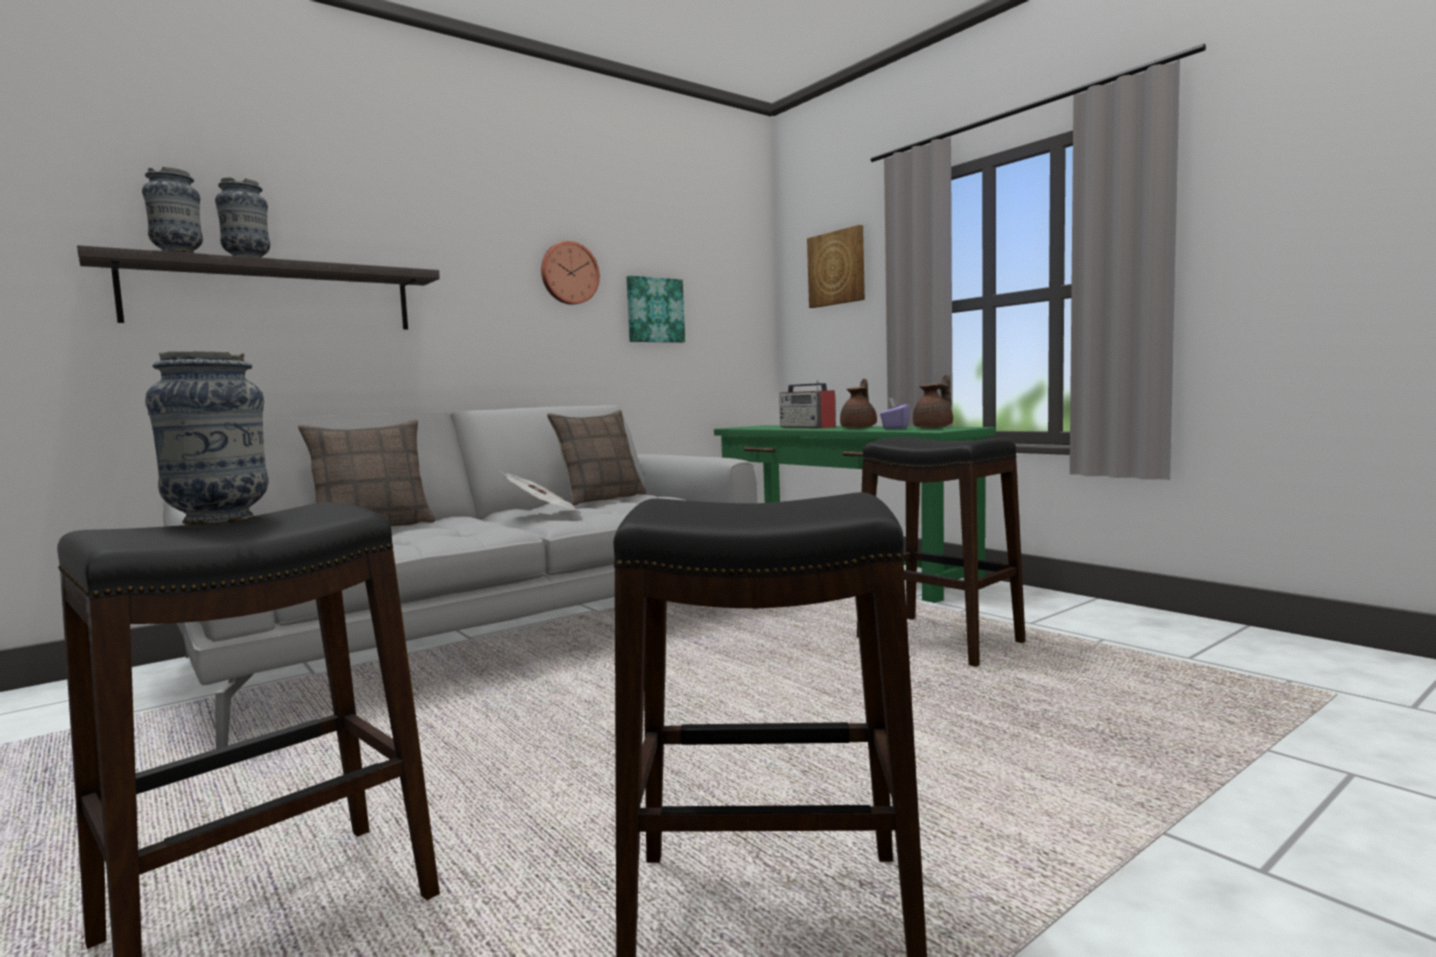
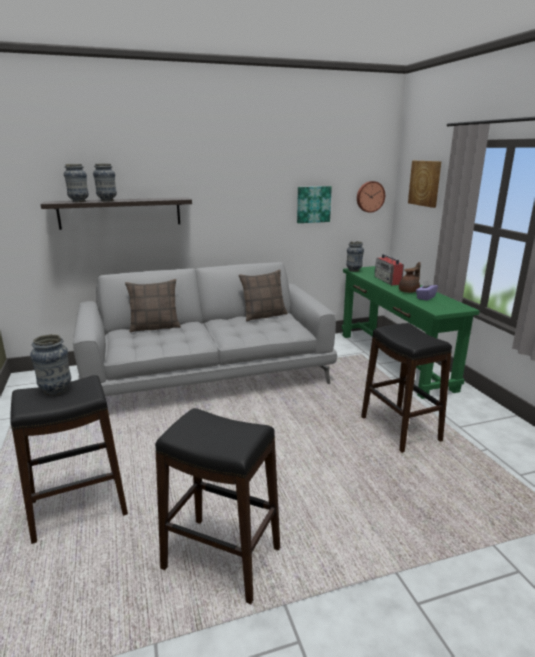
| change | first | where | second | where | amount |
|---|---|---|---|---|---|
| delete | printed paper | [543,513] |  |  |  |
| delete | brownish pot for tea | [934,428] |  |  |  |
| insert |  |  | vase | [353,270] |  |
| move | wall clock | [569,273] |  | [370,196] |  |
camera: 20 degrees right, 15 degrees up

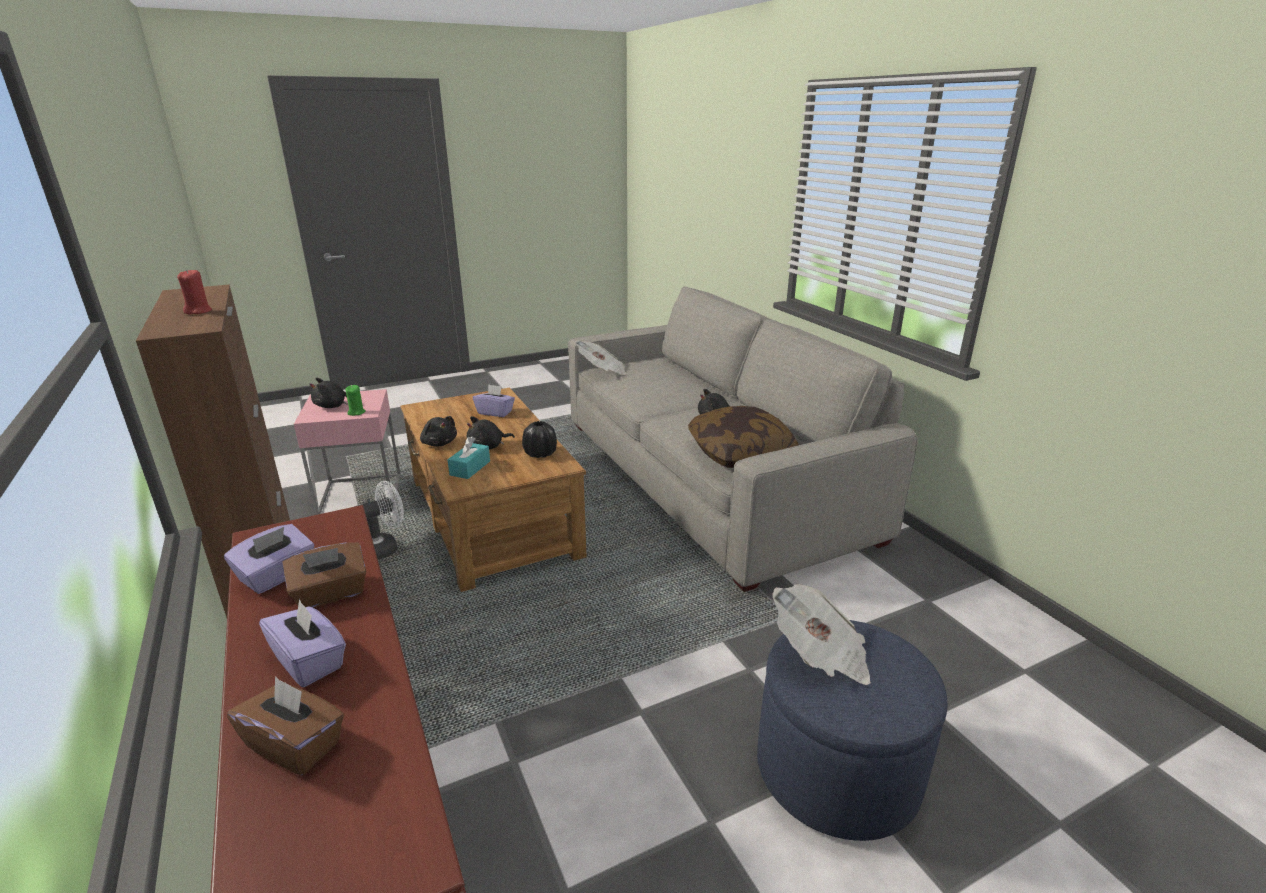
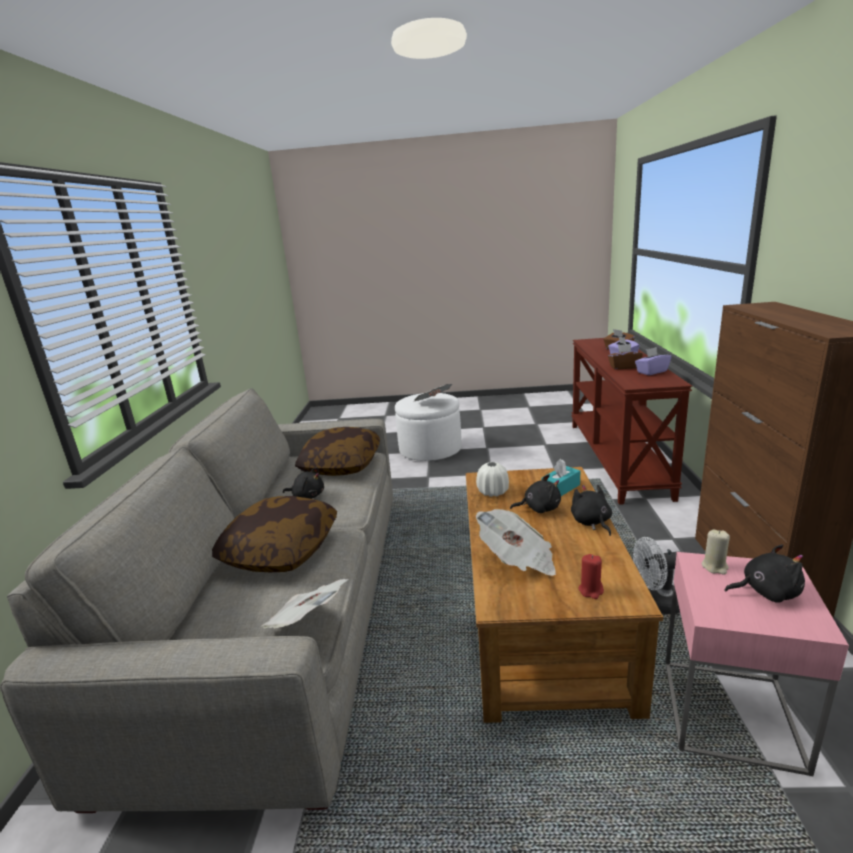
| change | first | where | second | where | amount |
|---|---|---|---|---|---|
| insert |  |  | pillow | [281,550] |  |
| move | reddish wax candle | [198,311] |  | [591,590] |  |
| replace | purplish tissue holder | [495,412] | printed paper | [518,560] |  |
| recolor | green wax candle | [356,412] | sand-coloured wax candle | [715,566] |  |
| recolor | blackish vase | [540,453] | white-coloured vase | [493,492] |  |
| recolor | blue-coloured ottoman | [837,769] | white-coloured ottoman | [430,449] |  |
camera: 150 degrees left, 5 degrees down

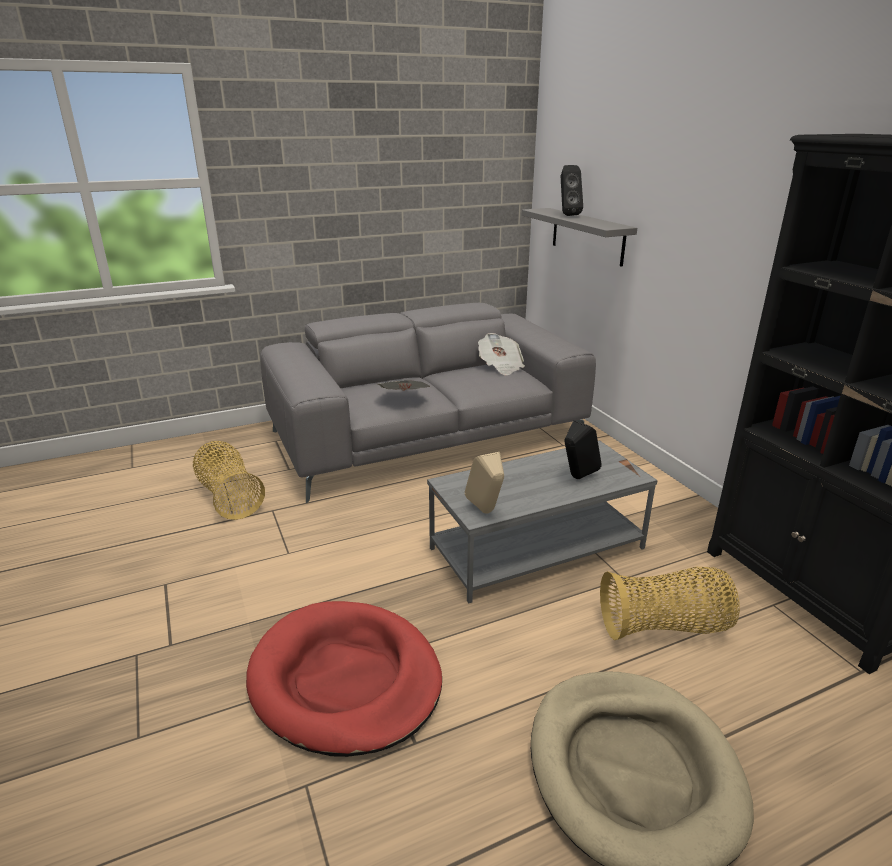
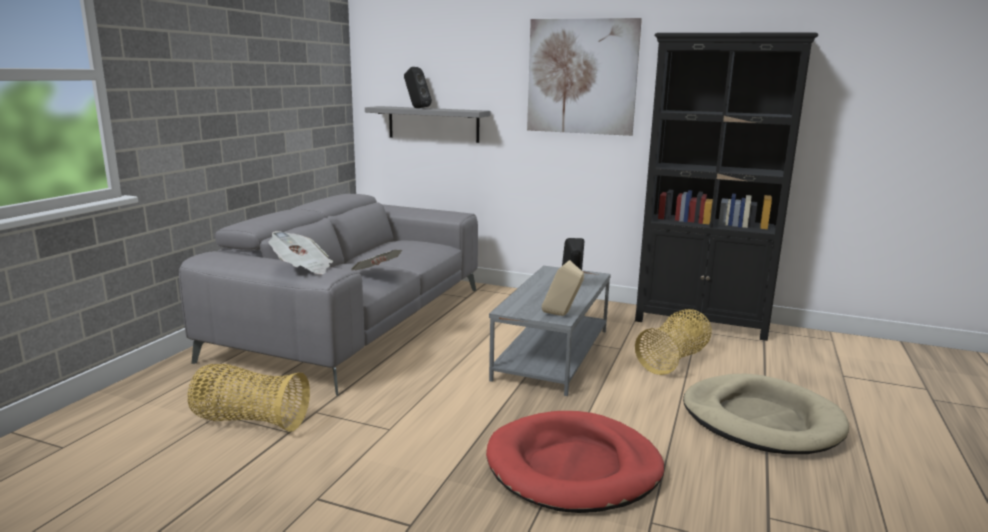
| change | first | where | second | where | amount |
|---|---|---|---|---|---|
| insert |  |  | wall art | [581,77] |  |
| move | printed paper | [500,366] |  | [302,268] |  |
camera: 45 degrees left, 10 degrees down

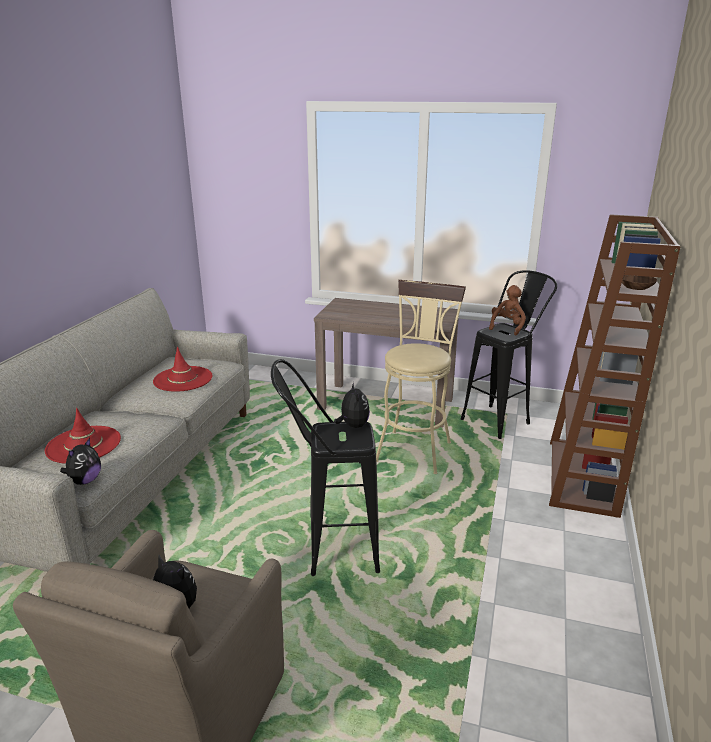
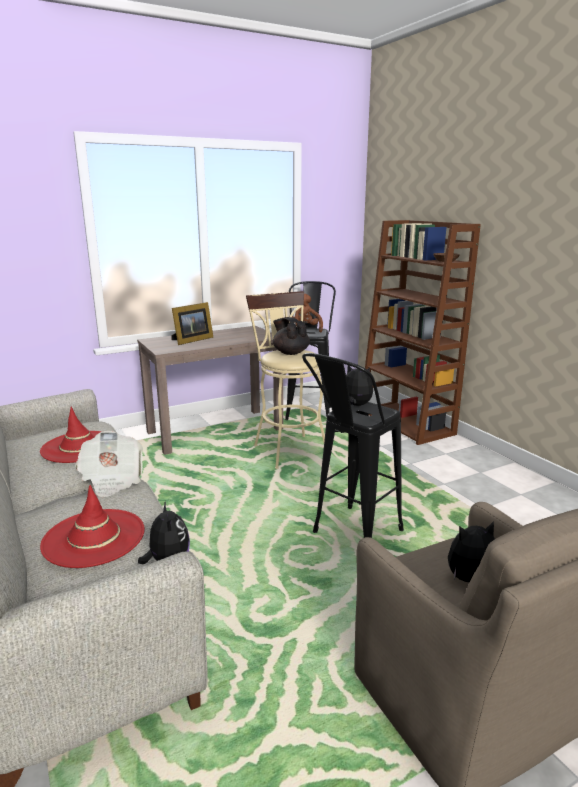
| change | first | where | second | where | amount |
|---|---|---|---|---|---|
| insert |  |  | printed paper | [112,479] |  |
| insert |  |  | standing frame | [191,340] |  |
| insert |  |  | blackish pot for tea | [290,353] |  |
camera: 45 degrees left, 5 degrees down

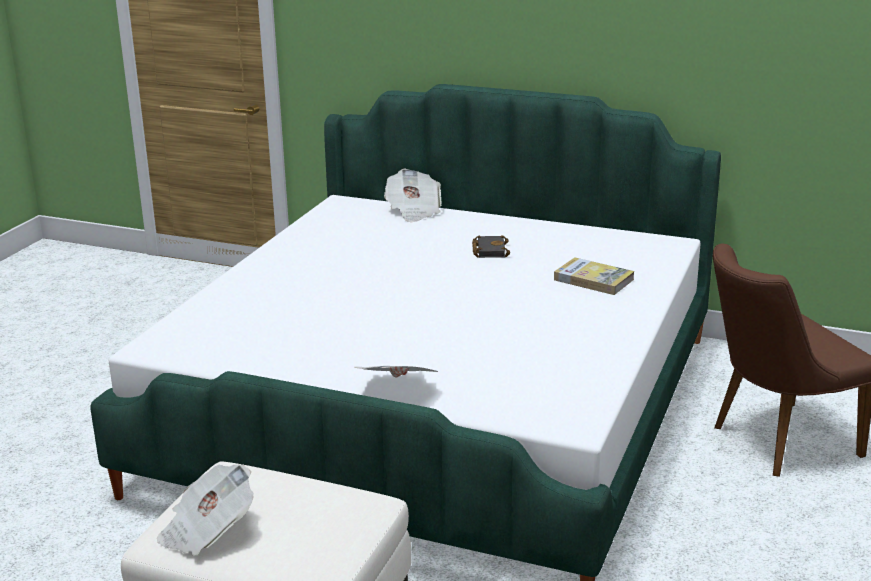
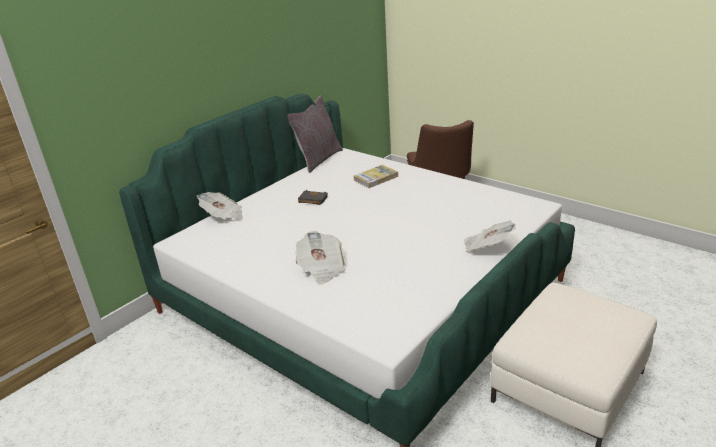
| change | first | where | second | where | amount |
|---|---|---|---|---|---|
| insert |  |  | gray pillow | [318,159] |  |
| move | printed paper | [207,531] |  | [321,269] |  |
camera: 70 degrees left, 5 degrees up

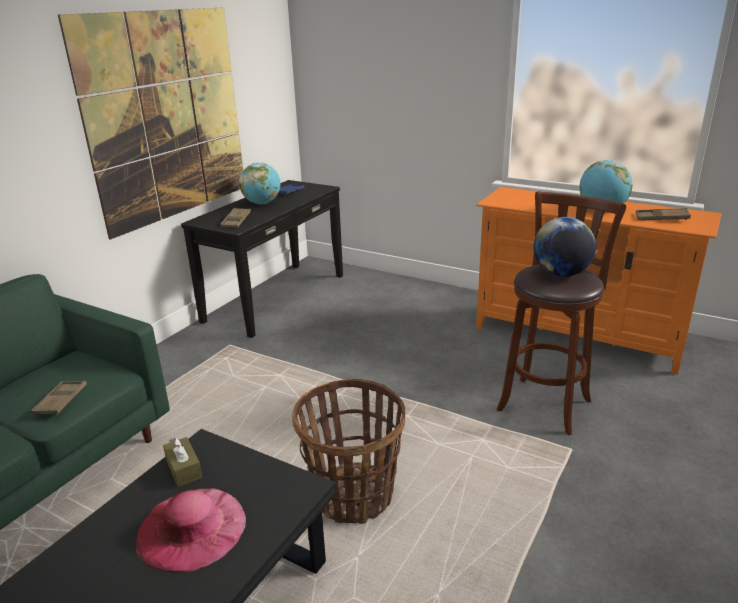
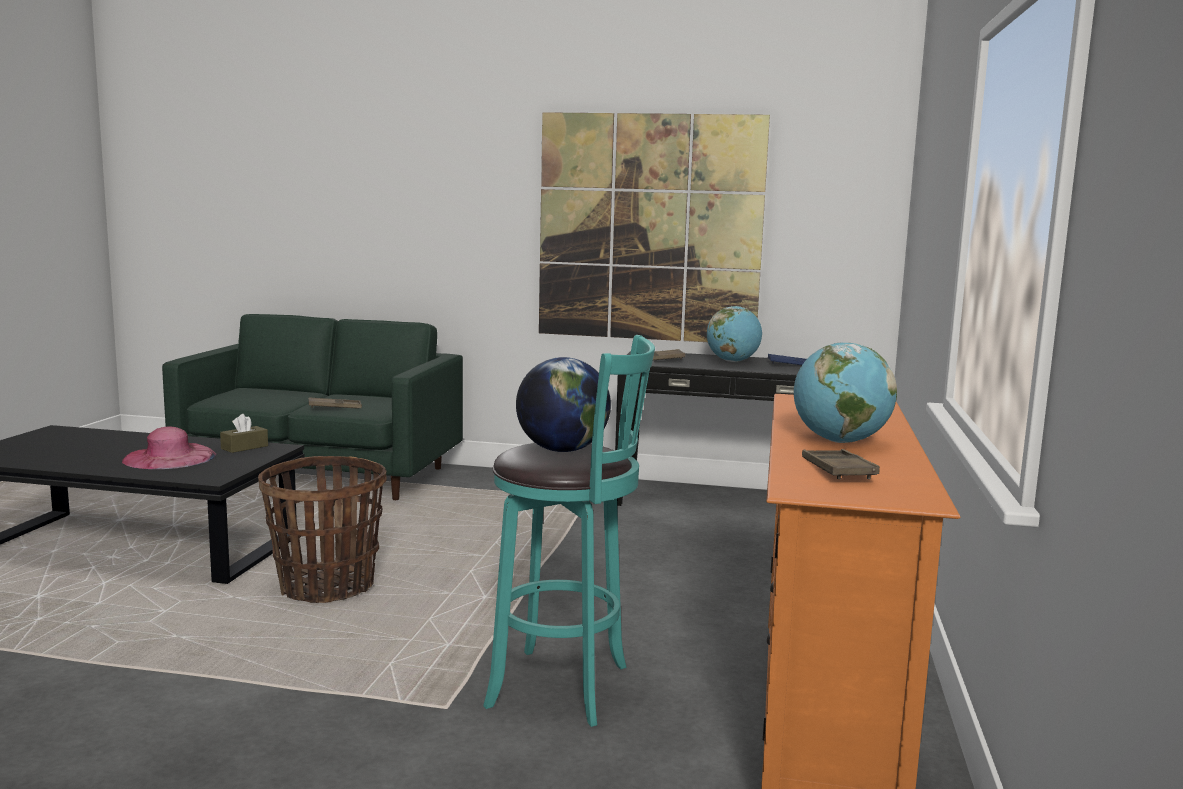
| change | first | where | second | where | amount |
|---|---|---|---|---|---|
| recolor | brownish sitting stool | [545,402] | blue-green sitting stool | [566,687] |  |
camera: 70 degrees right, 15 degrees down

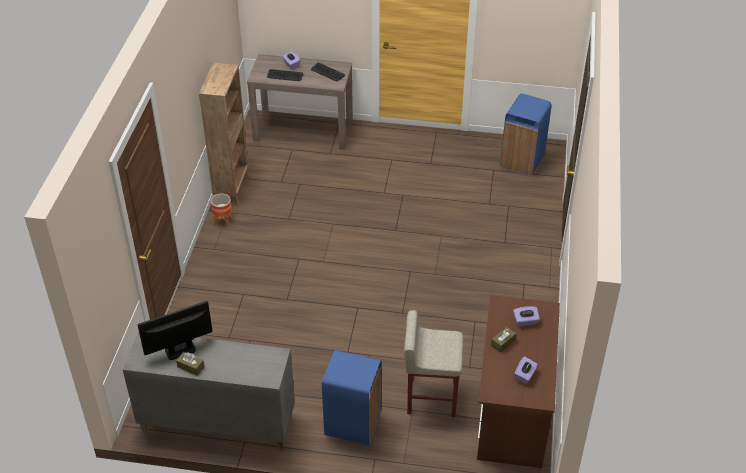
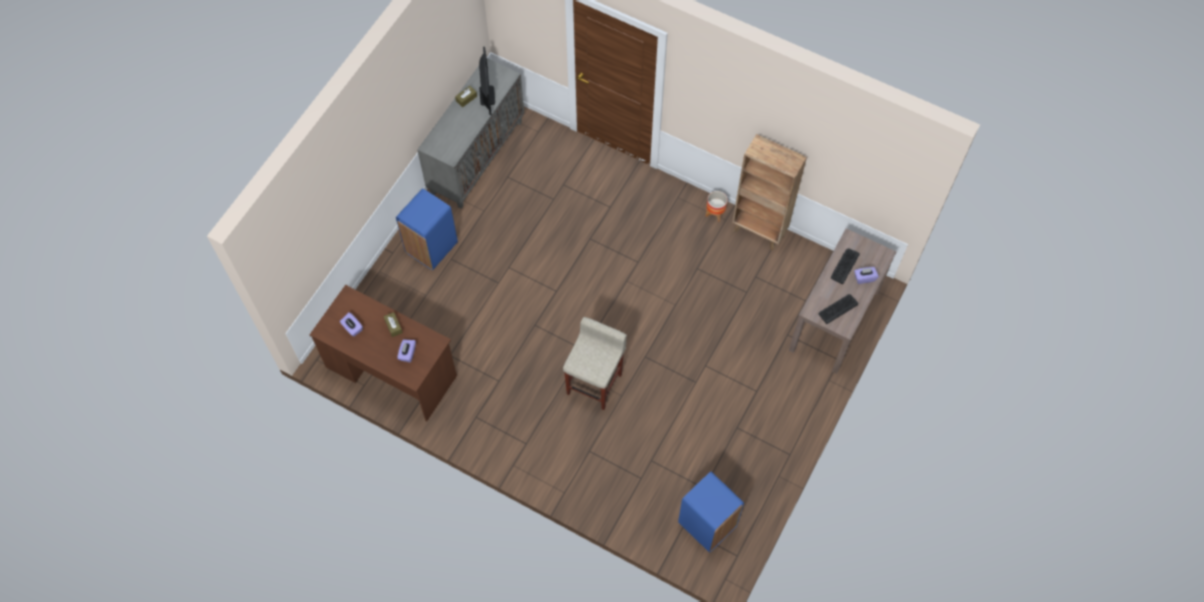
| change | first | where | second | where | amount |
|---|---|---|---|---|---|
| move | sand-coloured sitting stool | [431,397] |  | [595,383] |  |
camera: 110 degrees right, 20 degrees up

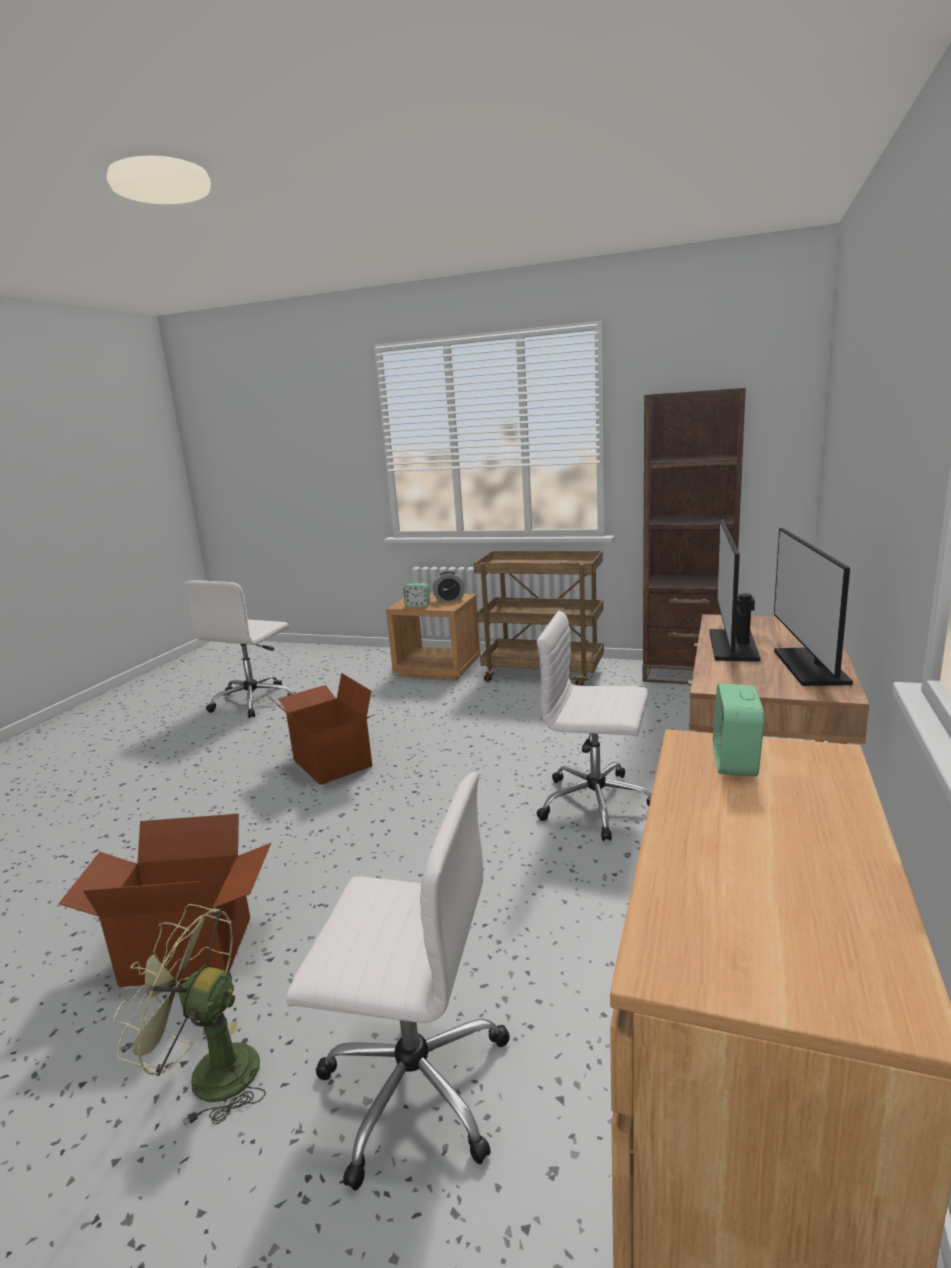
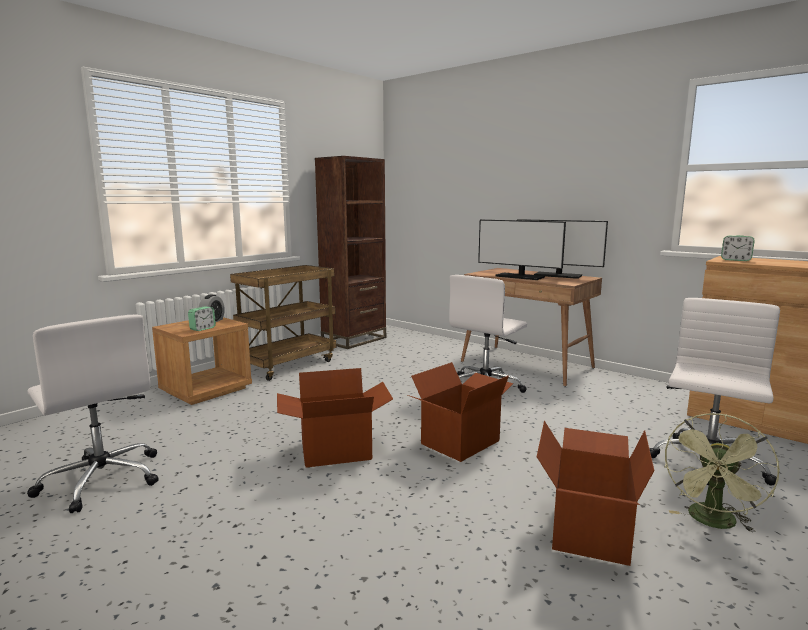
| change | first | where | second | where | amount |
|---|---|---|---|---|---|
| insert |  |  | packing box | [459,442] |  |
camera: 70 degrees left, 5 degrees down

